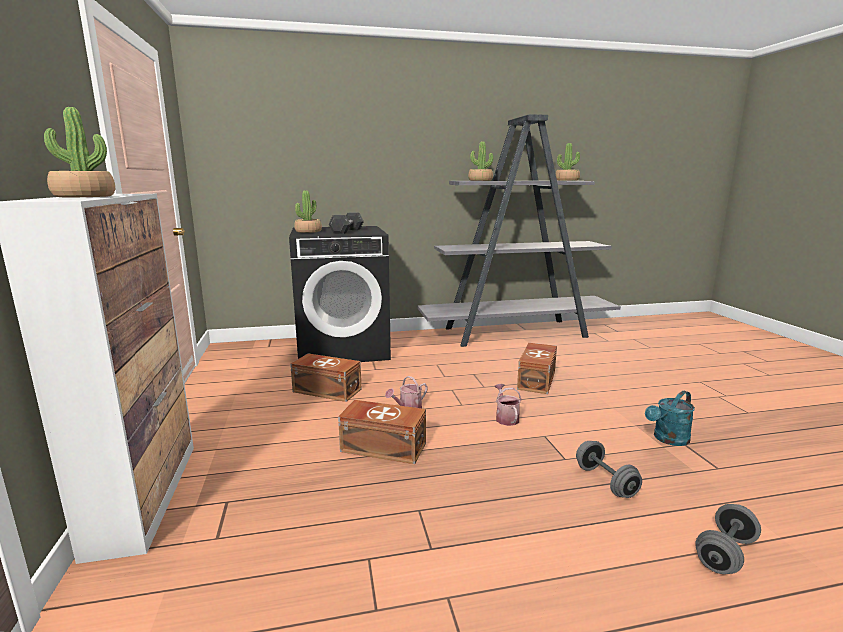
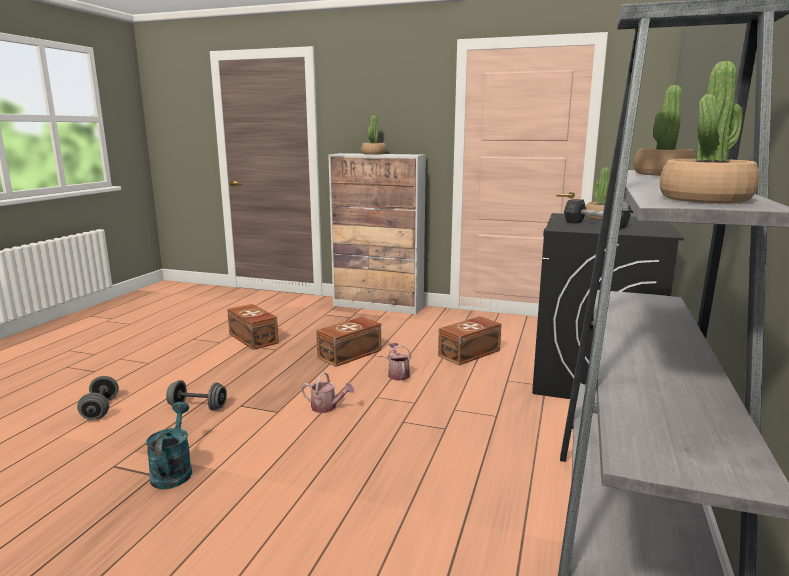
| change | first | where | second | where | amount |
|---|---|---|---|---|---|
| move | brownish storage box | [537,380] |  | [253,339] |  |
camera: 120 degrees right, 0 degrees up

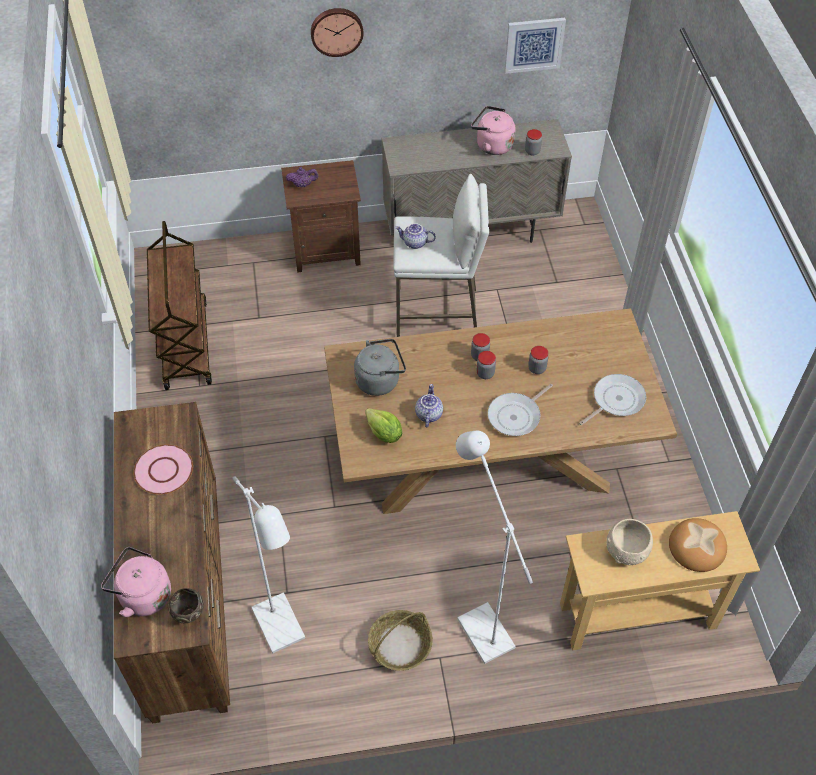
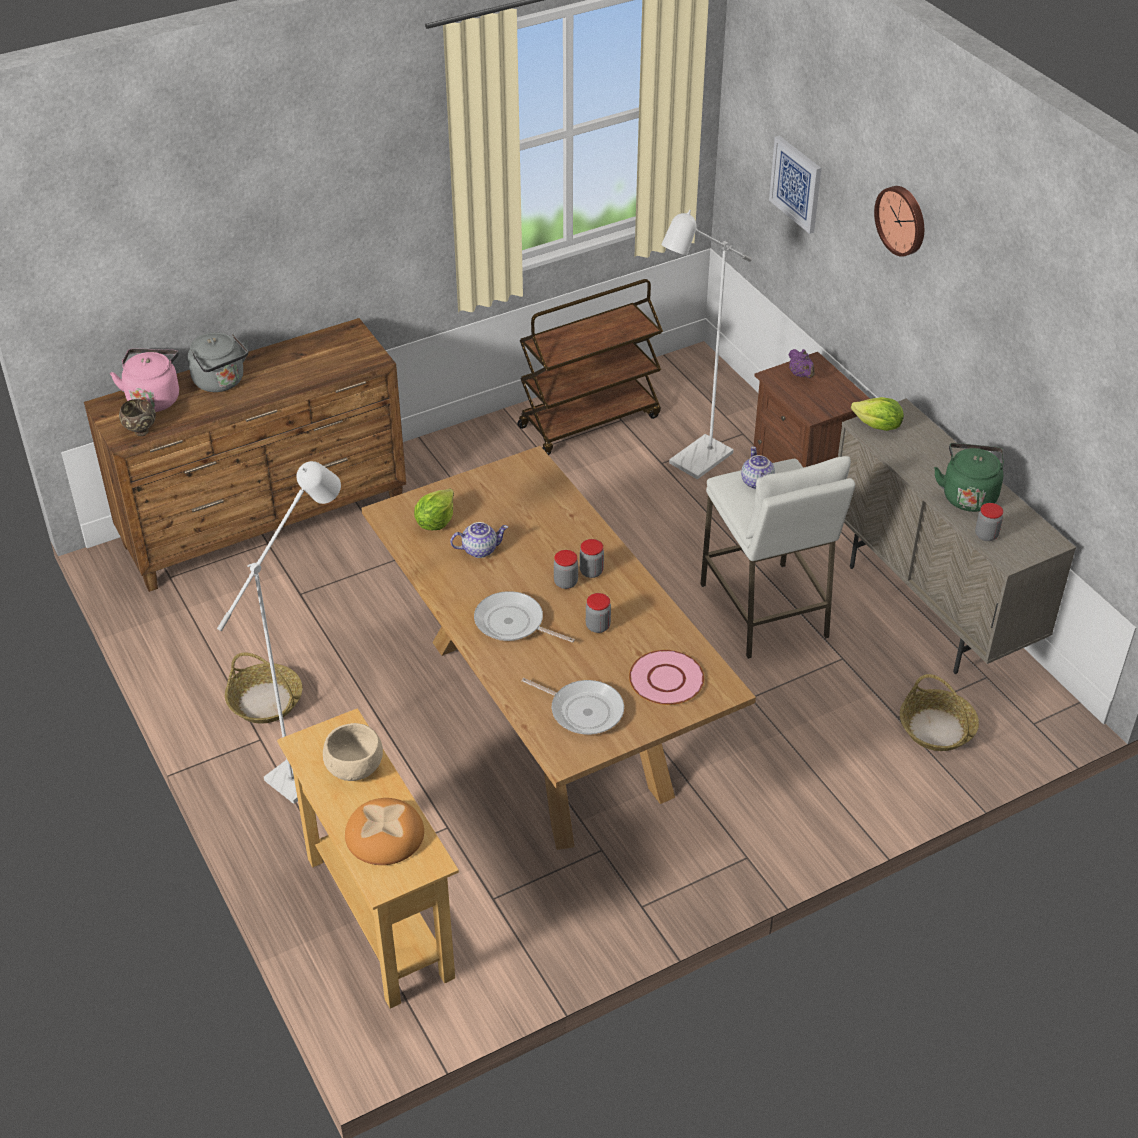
| change | first | where | second | where | amount |
|---|---|---|---|---|---|
| insert |  |  | lettuce | [877,426] |  |
| insert |  |  | household basket | [937,729] |  |
| move | pinkish flat dish | [163,470] |  | [666,679] |  |
| move | white-coloured standard lamp | [283,632] |  | [693,464] |  |
| move | gray tea kettle | [380,380] |  | [221,382] |  |
| move | wall art | [534,44] |  | [796,184] |  |
| recolor | pinkish tea kettle | [492,145] | green tea kettle | [968,495] |  |
camera: 70 degrees right, 10 degrees down

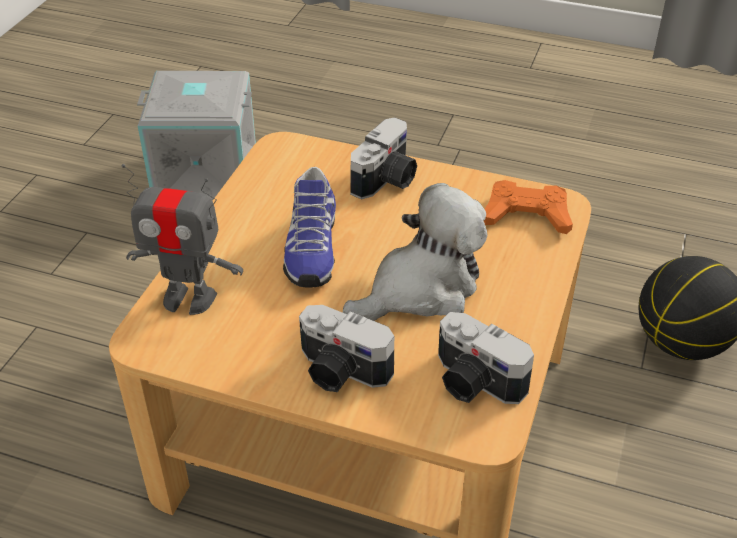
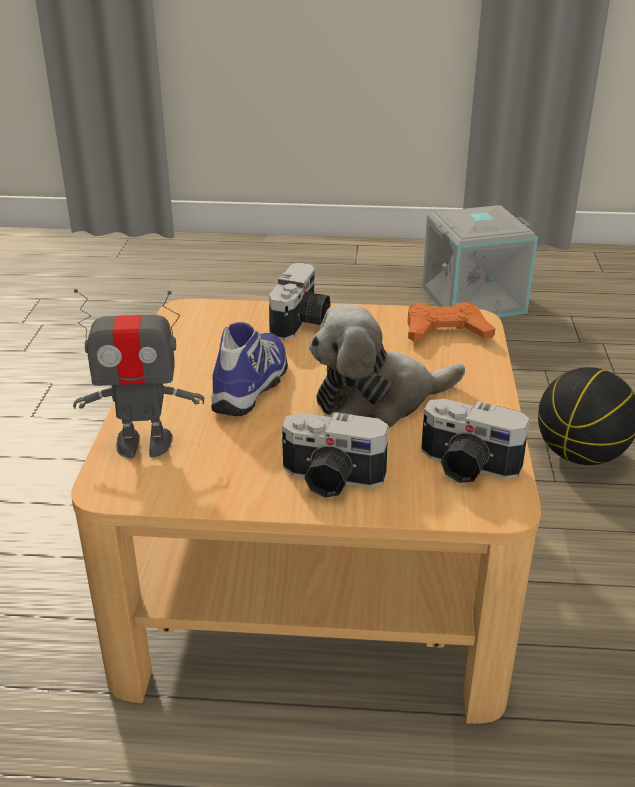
| change | first | where | second | where | amount |
|---|---|---|---|---|---|
| move | gray storage box | [207,175] |  | [473,299] |  |
| rotate | shoe | [310,250] |  | [253,386] | 150 degrees counterclockwise |
| rotate | cuddly toy | [421,289] |  | [378,401] | 150 degrees counterclockwise |
camera: 15 degrees left, 10 degrees down

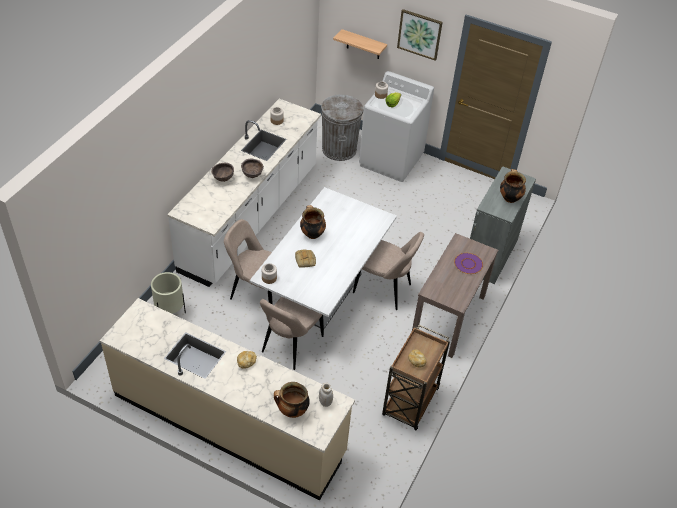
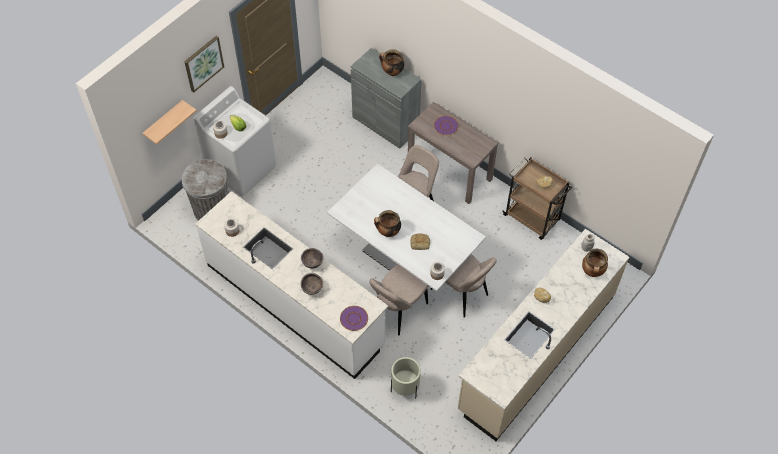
| change | first | where | second | where | amount |
|---|---|---|---|---|---|
| insert |  |  | purplish flat dish | [353,318] |  |
camera: 75 degrees left, 10 degrees up

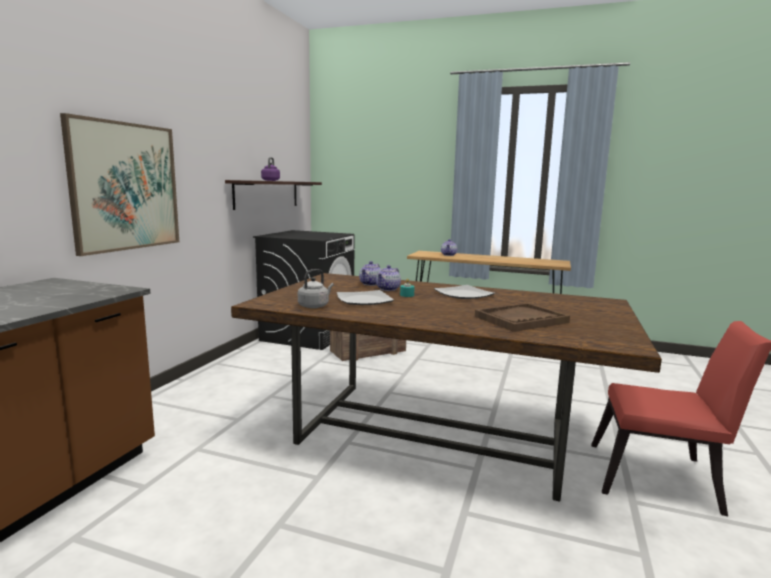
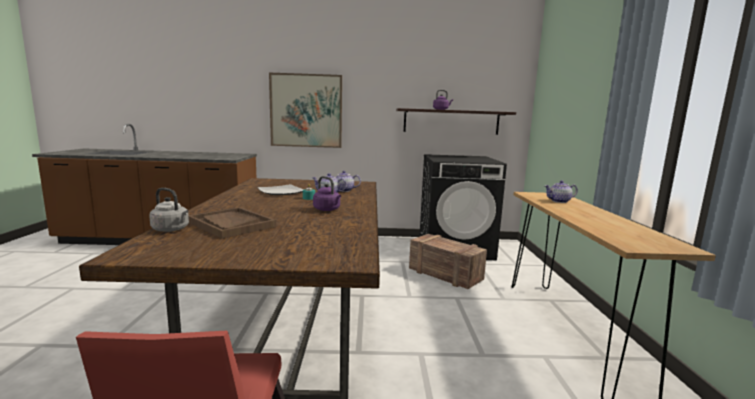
| change | first | where | second | where | amount |
|---|---|---|---|---|---|
| move | gray tea kettle | [315,306] |  | [172,229] |  |
| replace | flat dish | [463,294] | purplish tea kettle | [327,209] |  |
camera: 70 degrees right, 0 degrees up

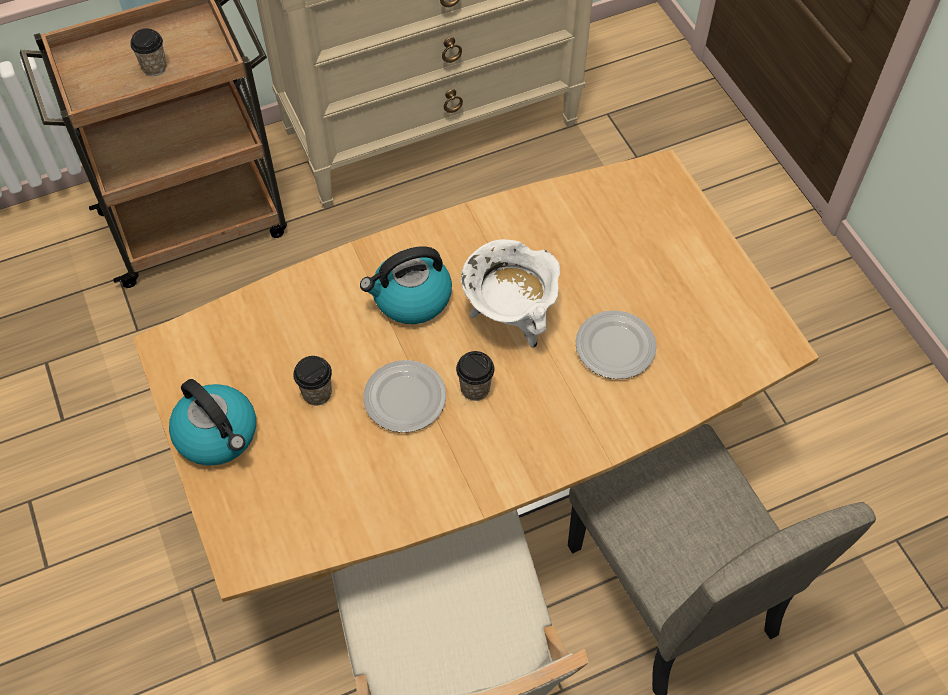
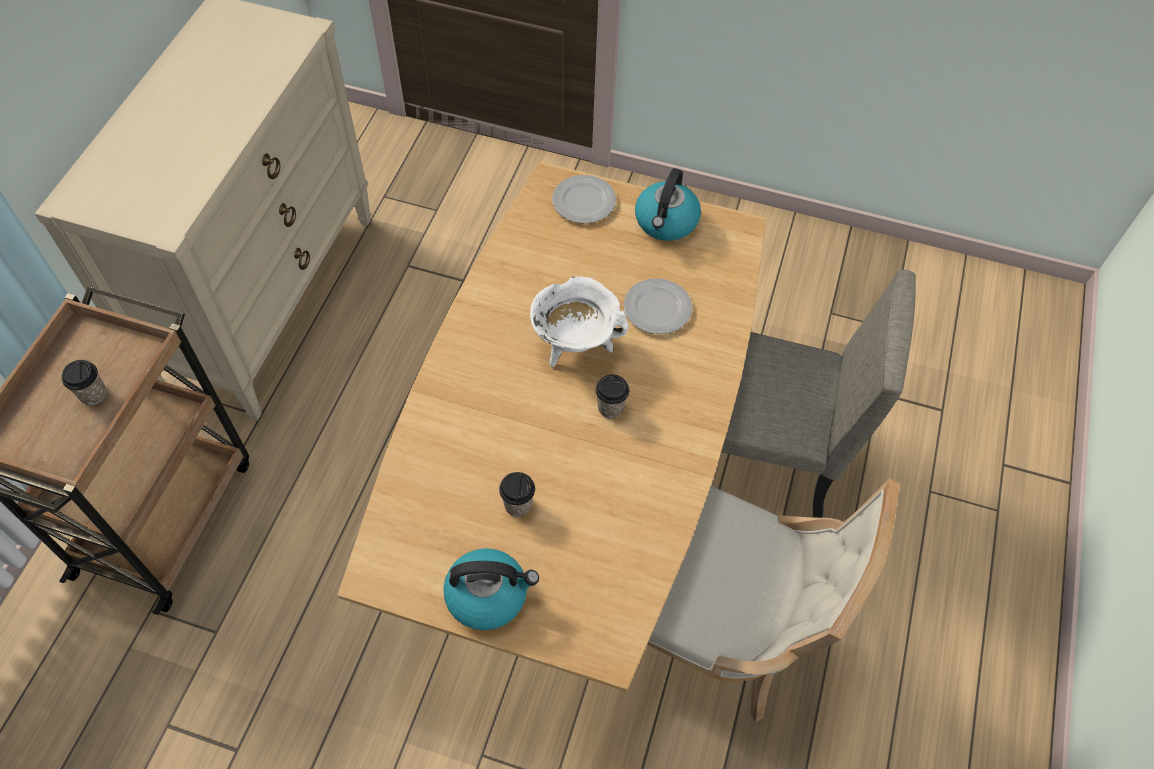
| change | first | where | second | where | amount |
|---|---|---|---|---|---|
| move | tea kettle | [411,298] |  | [666,222] |  |
| move | flat dish | [404,397] |  | [583,201] |  |
camera: 50 degrees left, 0 degrees up

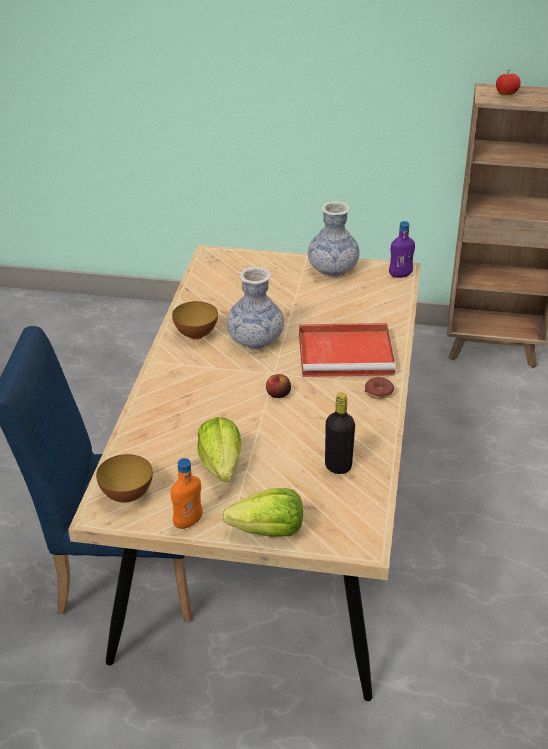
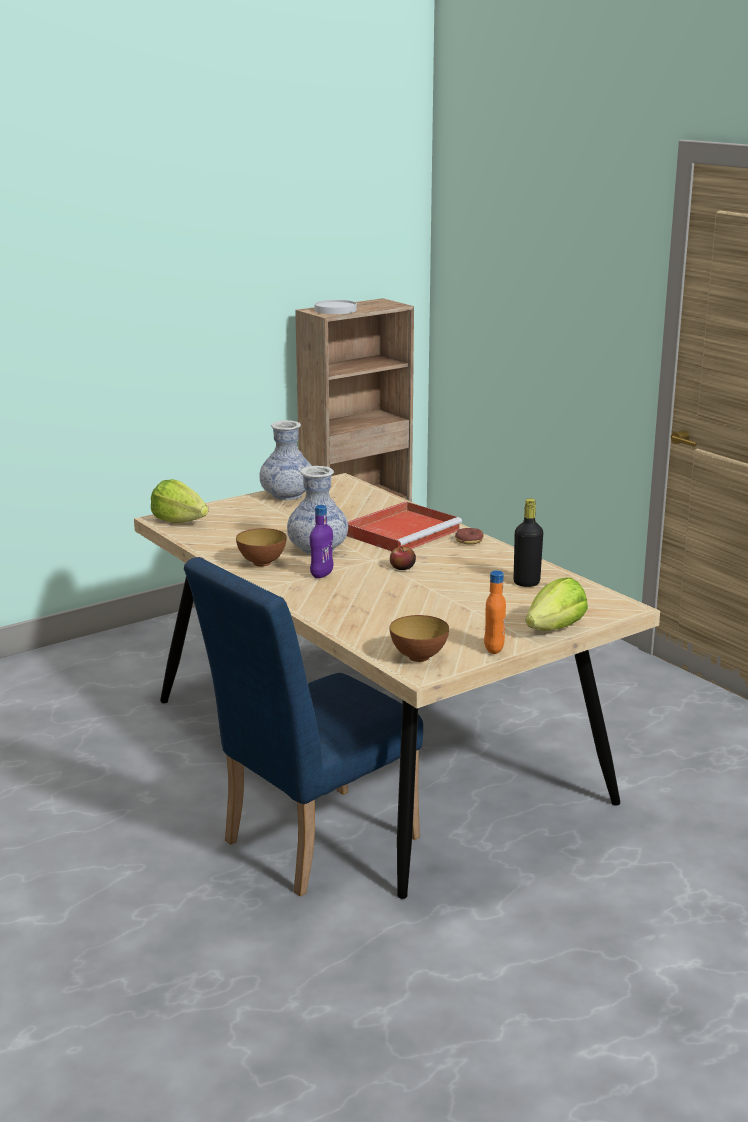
| change | first | where | second | where | amount |
|---|---|---|---|---|---|
| move | lettuce | [221,466] |  | [179,521] |  |
| move | purplish bottle | [400,275] |  | [321,574] |  |
| replace | apple | [506,94] | white-coloured flat dish | [335,310] |  |
camera: 45 degrees left, 15 degrees down

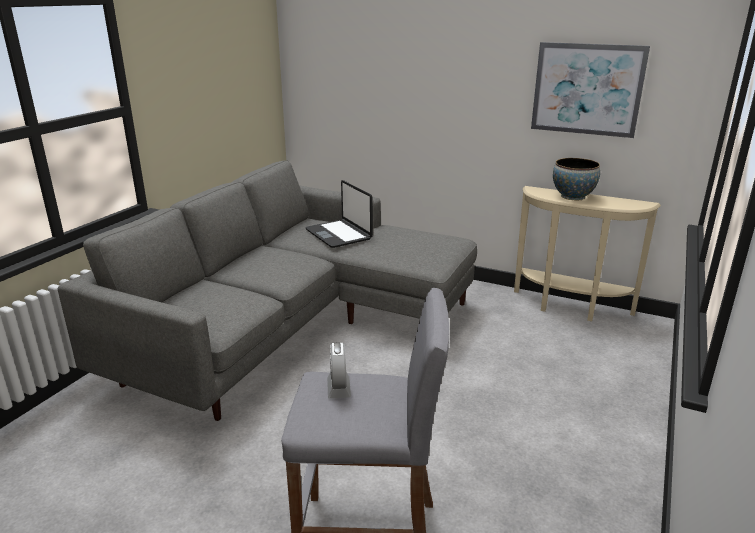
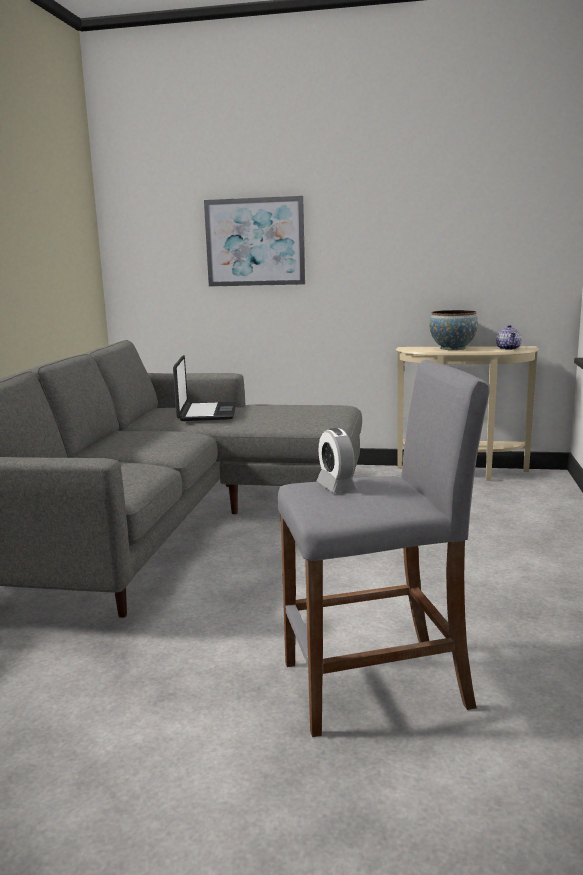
| change | first | where | second | where | amount |
|---|---|---|---|---|---|
| insert |  |  | pot for tea | [508,348] |  |
| move | wall art | [587,89] |  | [255,242] |  |
| rotate | notebook computer | [339,234] |  | [206,413] | 135 degrees counterclockwise |
camera: 15 degrees left, 10 degrees down

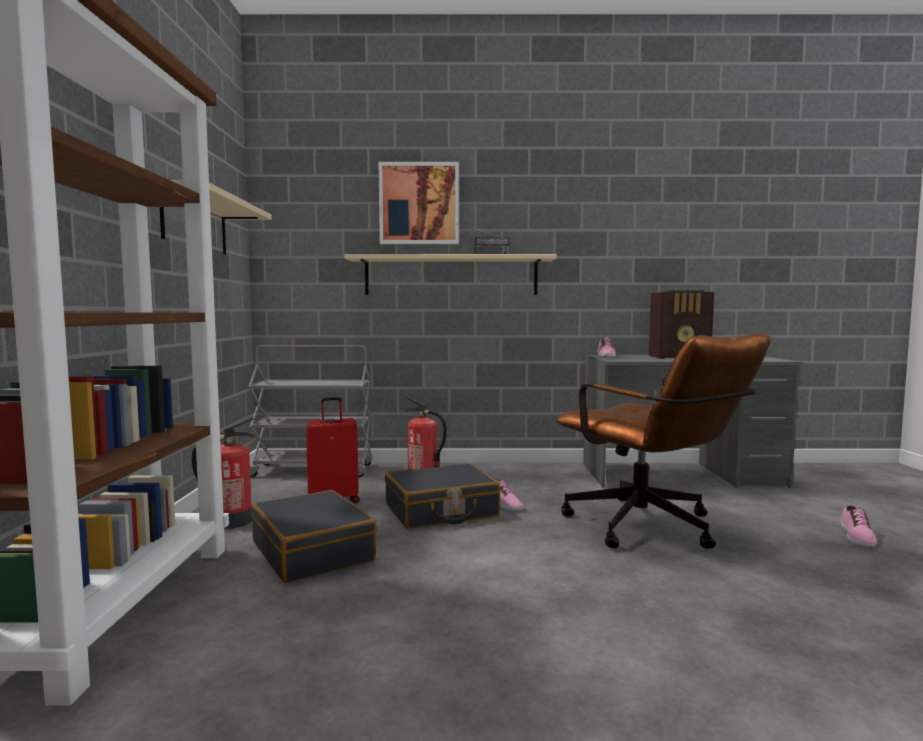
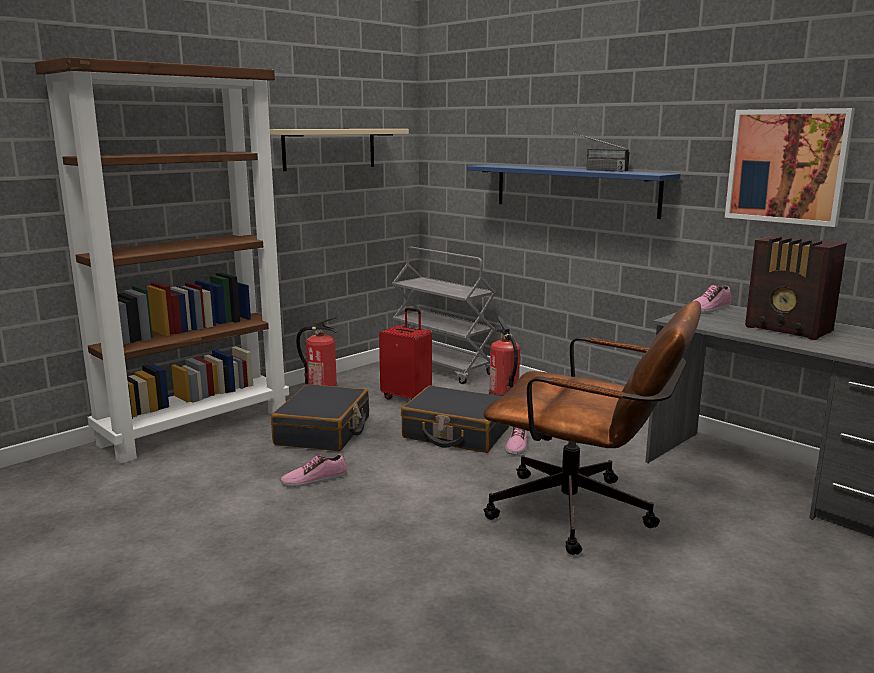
| change | first | where | second | where | amount |
|---|---|---|---|---|---|
| move | wall art | [419,204] |  | [787,166] |  |
| move | shoe | [856,535] |  | [314,479] |  |
| recolor | sand-coloured wall shelf | [451,276] | blue-coloured wall shelf | [574,189] |  |
| rotate | brownish desk chair | [652,529] |  | [584,514] | 75 degrees counterclockwise |
camera: 45 degrees right, 10 degrees up

